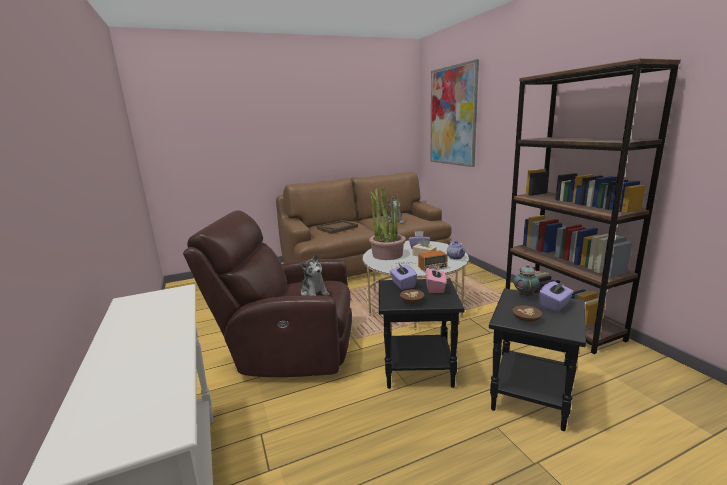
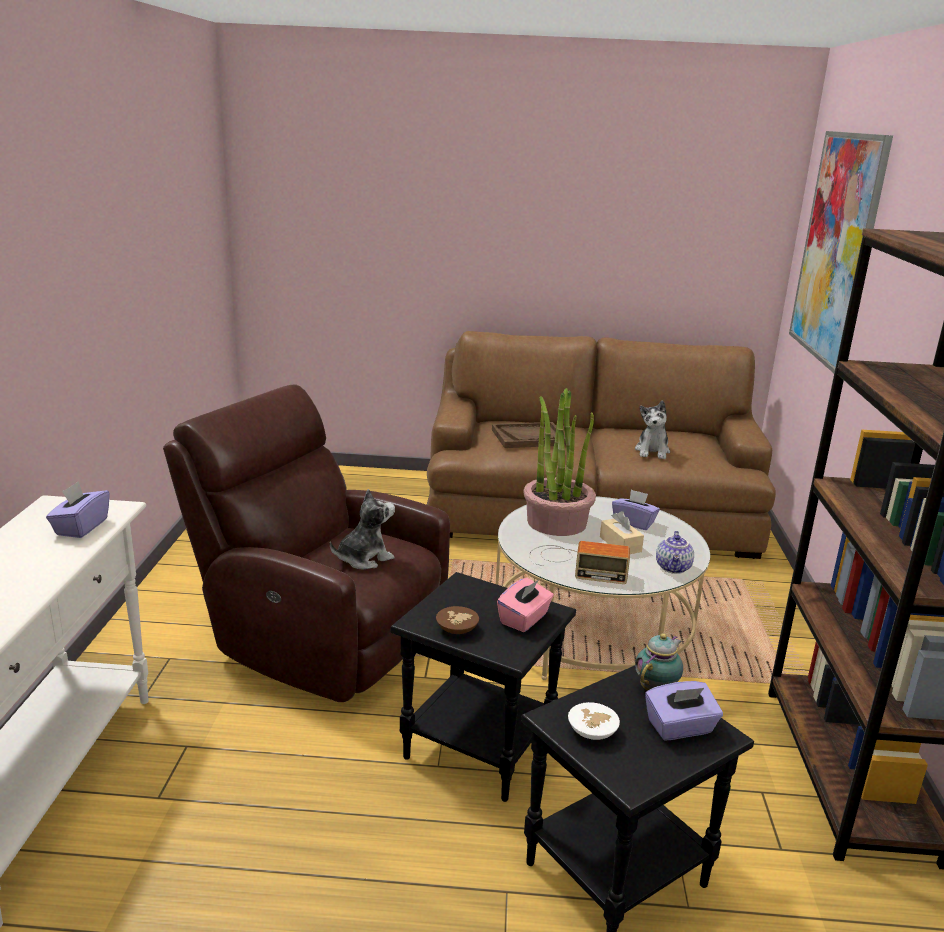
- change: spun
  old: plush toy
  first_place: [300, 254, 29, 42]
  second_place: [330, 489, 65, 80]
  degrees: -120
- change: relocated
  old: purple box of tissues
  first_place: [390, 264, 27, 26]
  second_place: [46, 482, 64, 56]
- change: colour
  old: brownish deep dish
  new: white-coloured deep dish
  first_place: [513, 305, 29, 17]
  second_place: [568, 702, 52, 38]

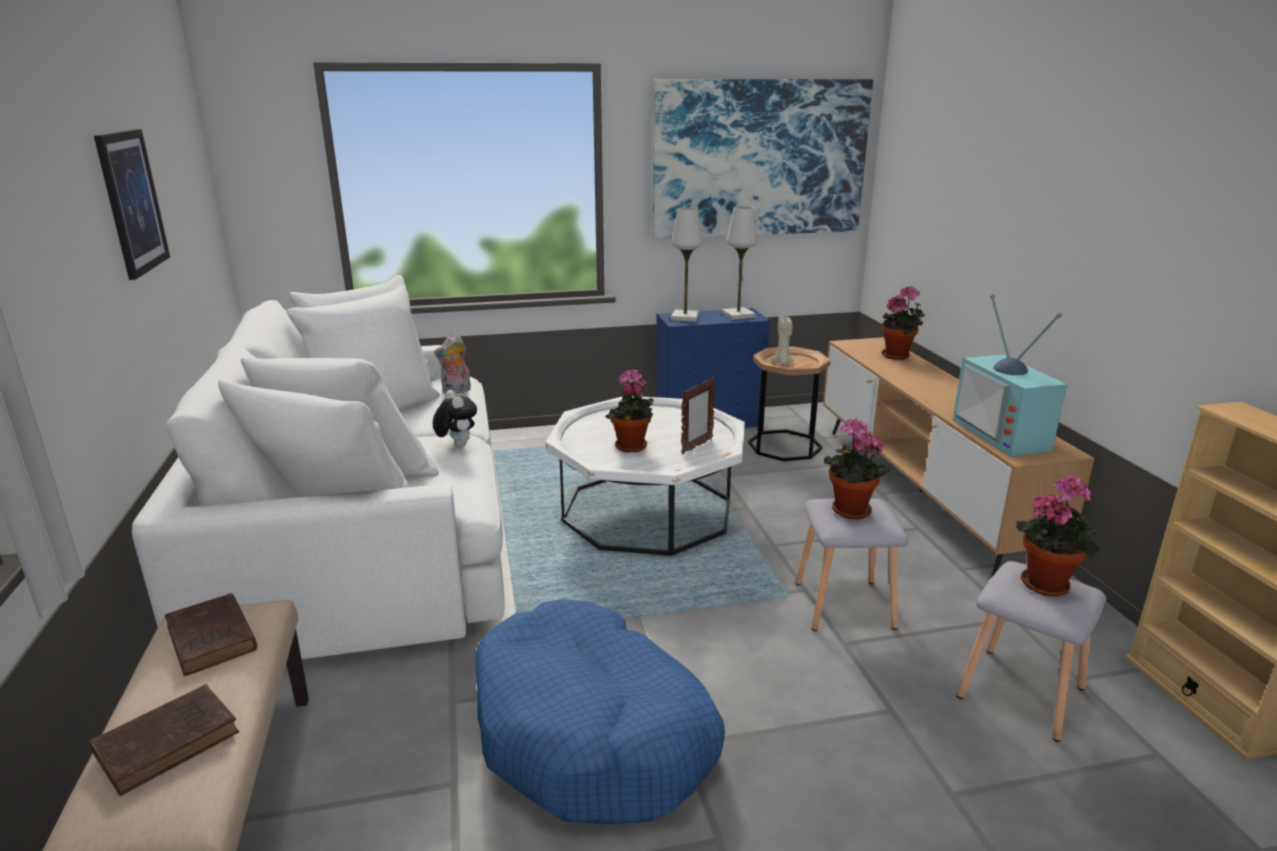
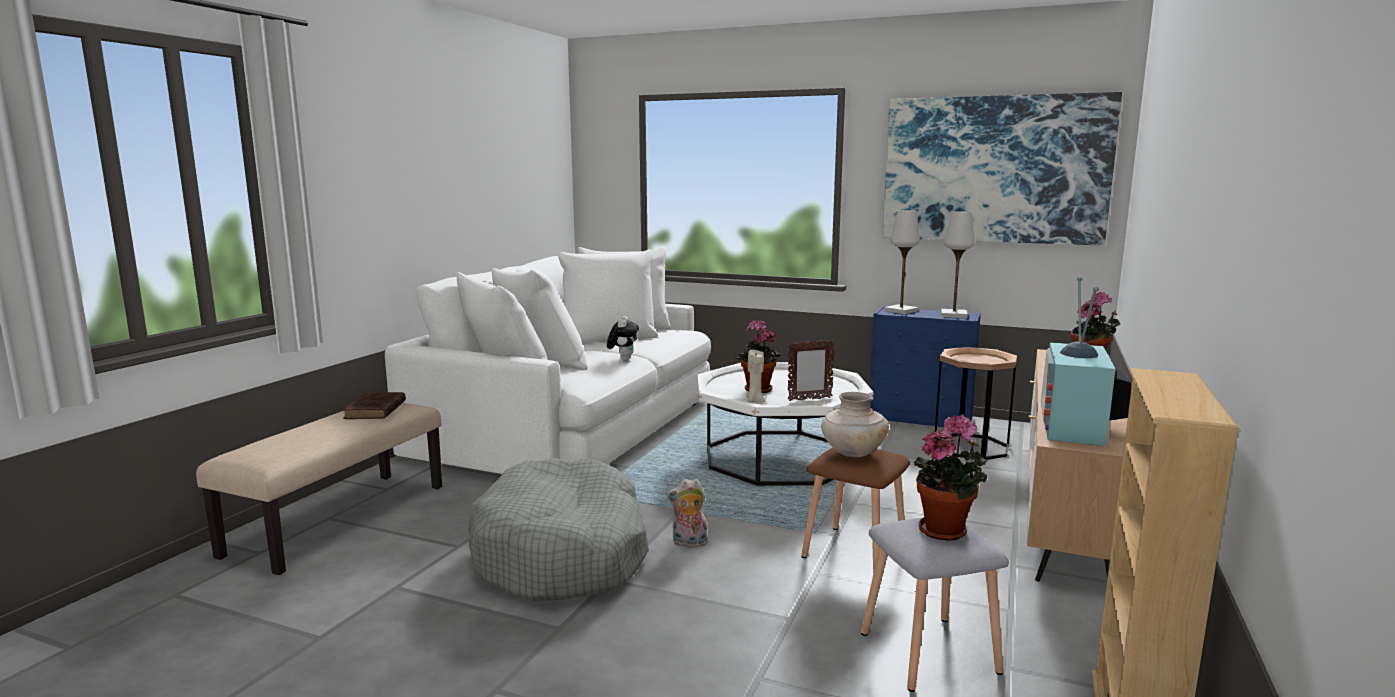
- change: missing
  old: wall picture
  first_place: [94, 129, 76, 151]
- change: relocated
  old: beige candle
  first_place: [771, 316, 23, 49]
  second_place: [746, 350, 19, 53]
- change: relocated
  old: plush toy
  first_place: [434, 335, 37, 59]
  second_place: [666, 479, 42, 68]
- change: exchanged
  old: potted plant
  new: beige vase
  first_place: [823, 419, 67, 100]
  second_place: [821, 392, 68, 65]
- change: colour
  old: grey stool seat
  new: brownish stool seat
  first_place: [795, 498, 114, 133]
  second_place: [801, 447, 109, 126]
- change: colour
  old: bluish dog cushion
  new: grey dog cushion
  first_place: [476, 599, 249, 225]
  second_place: [468, 458, 181, 143]
- change: missing
  old: brownish volume
  first_place: [89, 684, 150, 112]

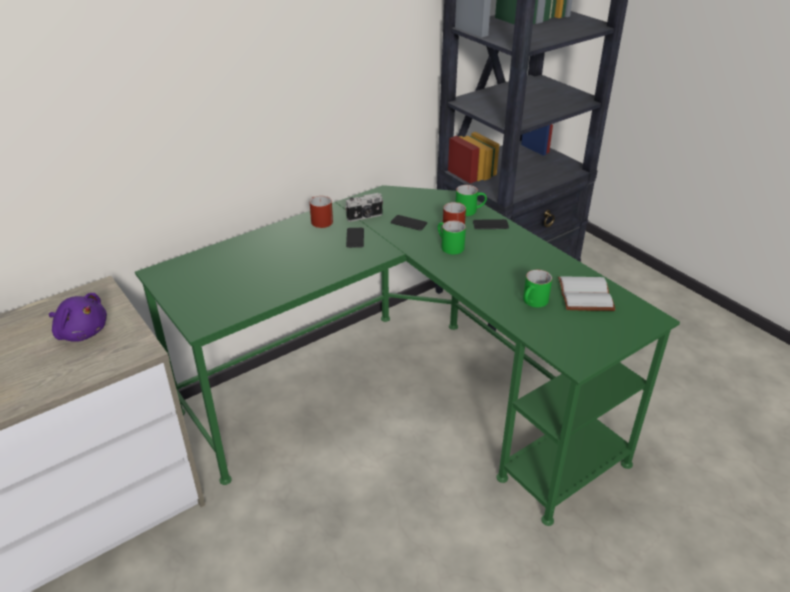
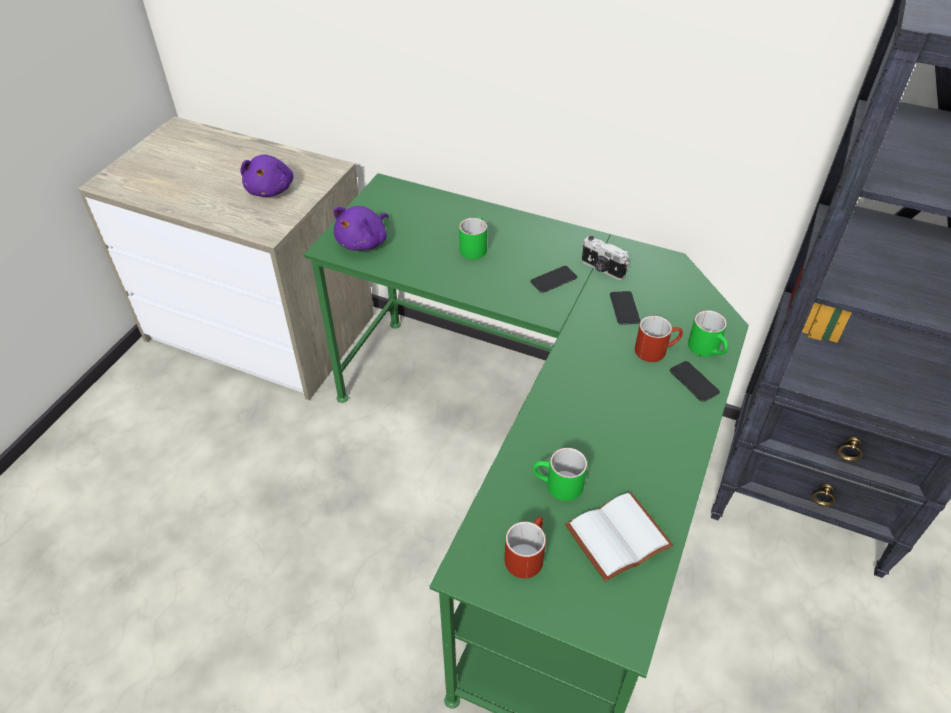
- change: relocated
  old: red-coloured tea mug
  first_place: [310, 196, 23, 32]
  second_place: [504, 517, 42, 62]
- change: relocated
  old: greenish tea mug
  first_place: [438, 220, 28, 34]
  second_place: [459, 217, 28, 42]
- change: appeared
  new: purple plush toy
  second_place: [334, 206, 54, 45]

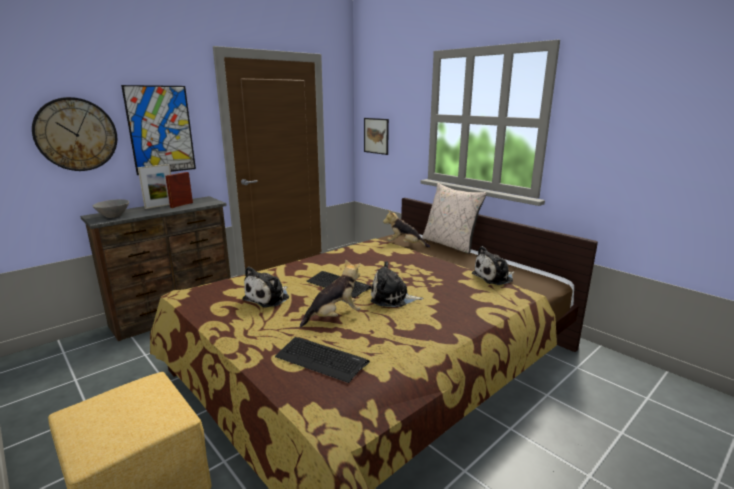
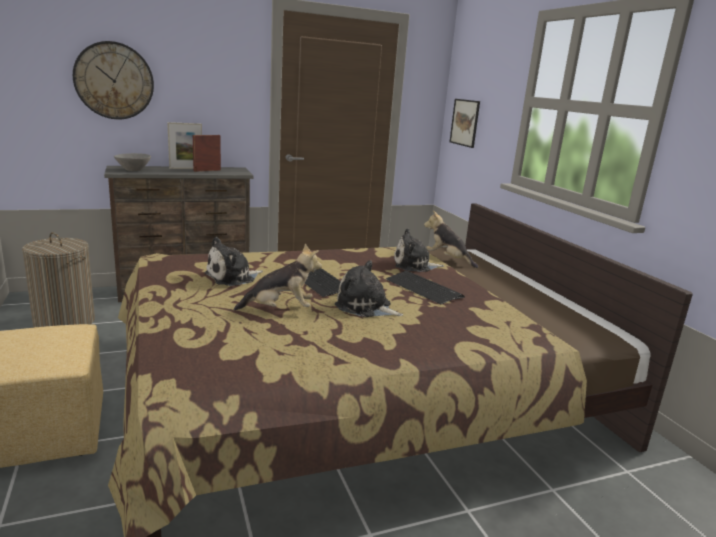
- change: missing
  old: wall picture
  first_place: [121, 85, 75, 90]
- change: missing
  old: beige throw pillow
  first_place: [422, 183, 65, 71]
- change: relocated
  old: plush toy
  first_place: [471, 246, 43, 39]
  second_place: [394, 229, 50, 43]
- change: relocated
  old: keyboard
  first_place: [275, 337, 95, 46]
  second_place: [386, 271, 79, 33]
- change: appeared
  new: washing basket
  second_place: [22, 232, 73, 96]

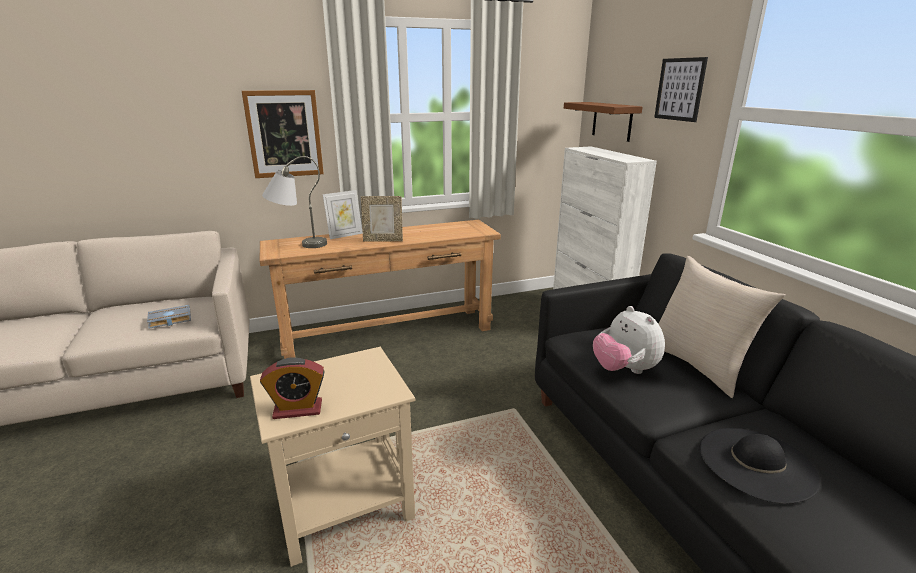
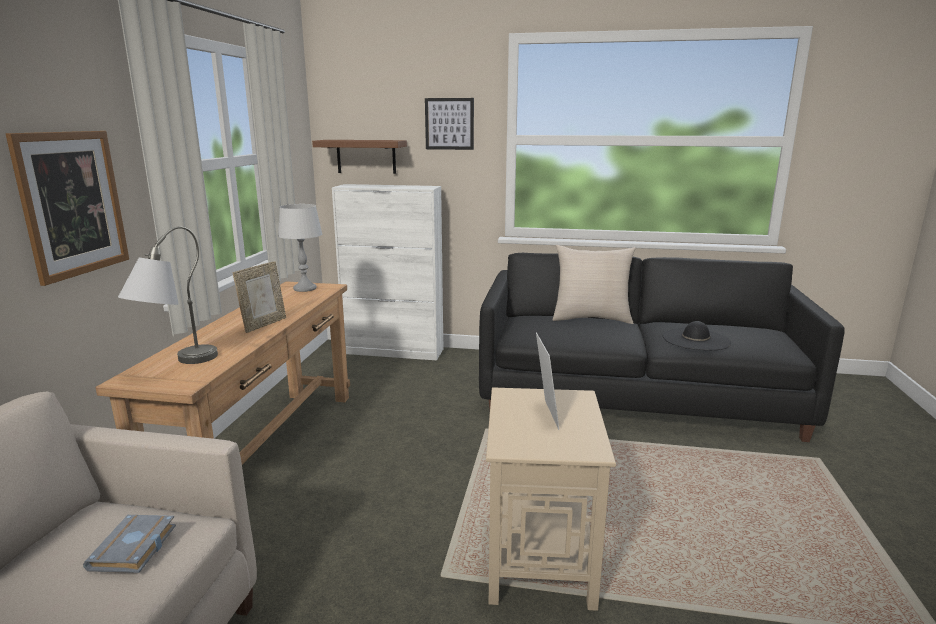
- change: relocated
  old: standing frame
  first_place: [323, 190, 40, 49]
  second_place: [536, 332, 23, 98]
- change: missing
  old: plush toy
  first_place: [593, 306, 72, 68]
- change: missing
  old: bedside clock
  first_place: [260, 357, 65, 62]
- change: appeared
  new: grey tabletop lamp
  second_place: [278, 204, 44, 88]

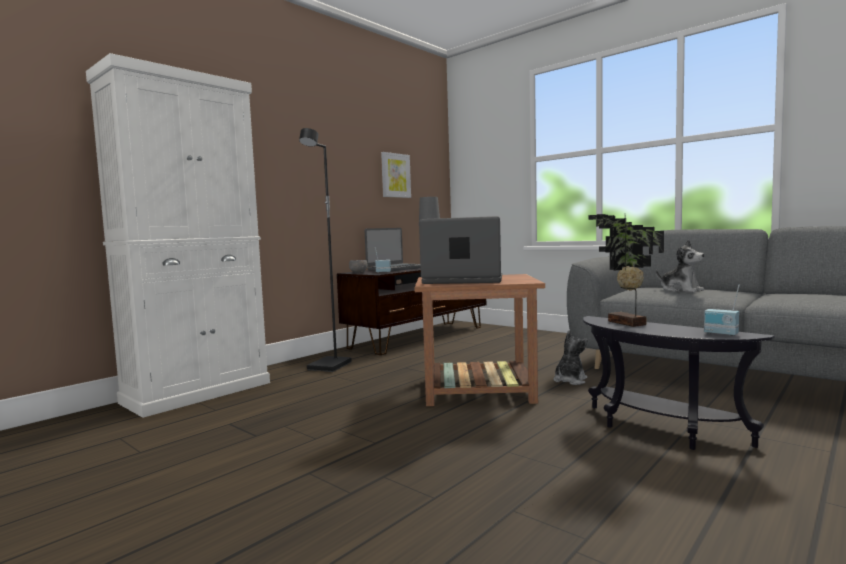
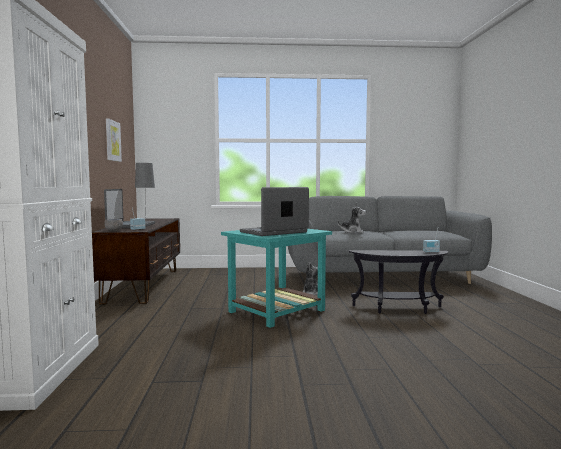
- change: missing
  old: blackish floor lamp
  first_place: [299, 128, 53, 244]
- change: missing
  old: potted plant
  first_place: [588, 214, 76, 113]
- change: colour
  old: brownish accent table
  new: blue-green accent table
  first_place: [414, 274, 131, 132]
  second_place: [221, 229, 111, 99]

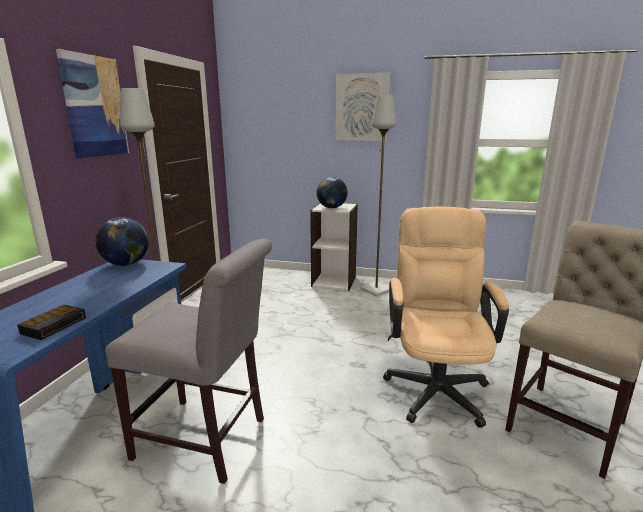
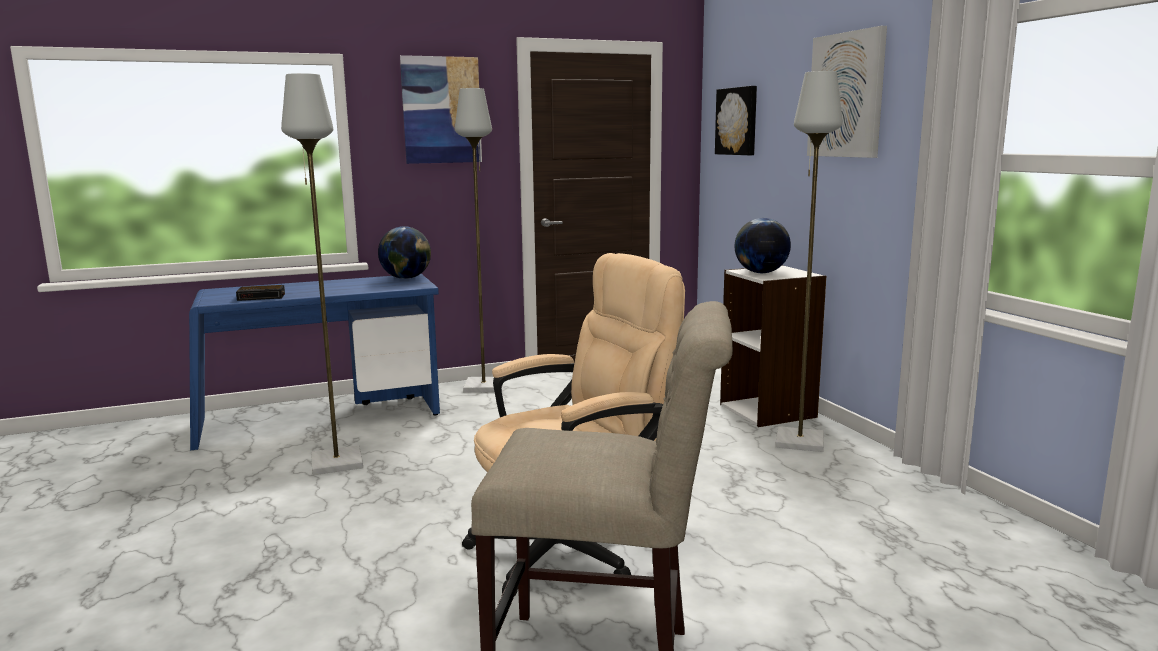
- change: exchanged
  old: grey plain chair
  new: grey floor lamp
  first_place: [105, 239, 167, 245]
  second_place: [281, 73, 82, 402]
- change: appeared
  new: wall picture
  second_place: [715, 86, 42, 69]

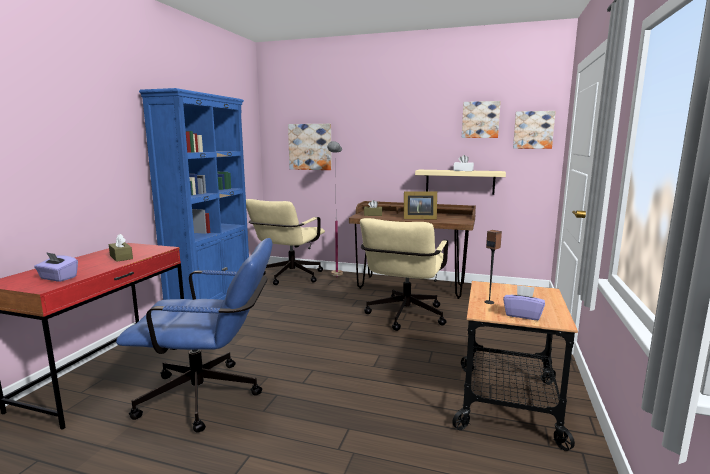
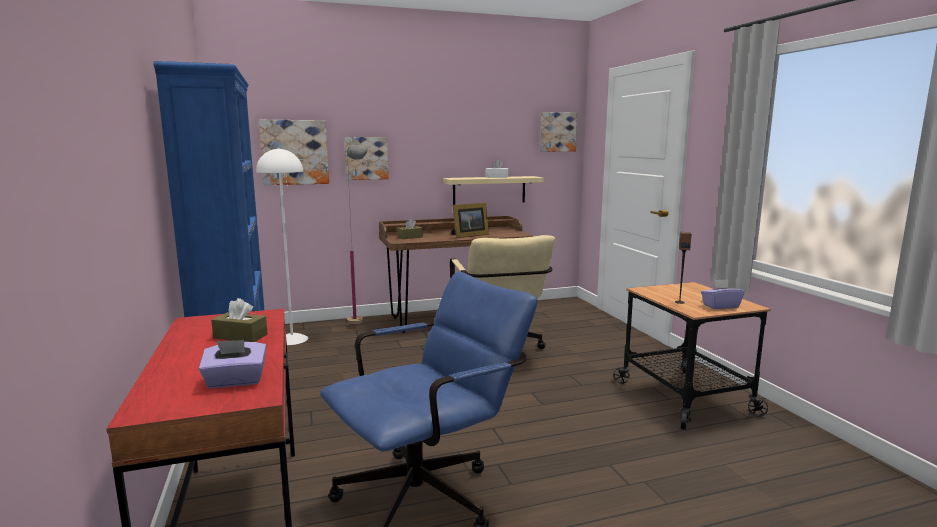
- change: relocated
  old: wall picture
  first_place: [462, 101, 39, 37]
  second_place: [344, 137, 45, 43]
- change: exchanged
  old: beige computer chair
  new: white-coloured floor lamp
  first_place: [246, 199, 79, 86]
  second_place: [256, 148, 52, 197]

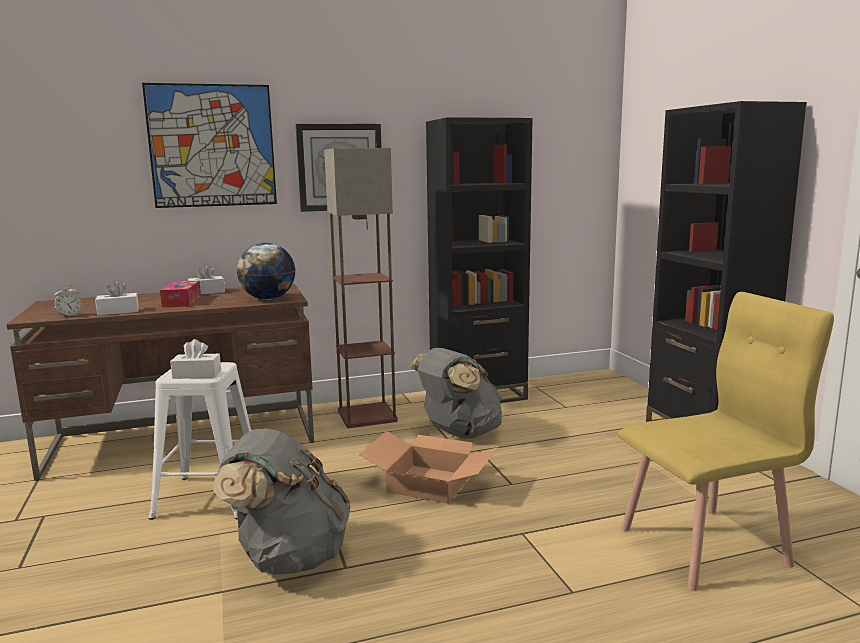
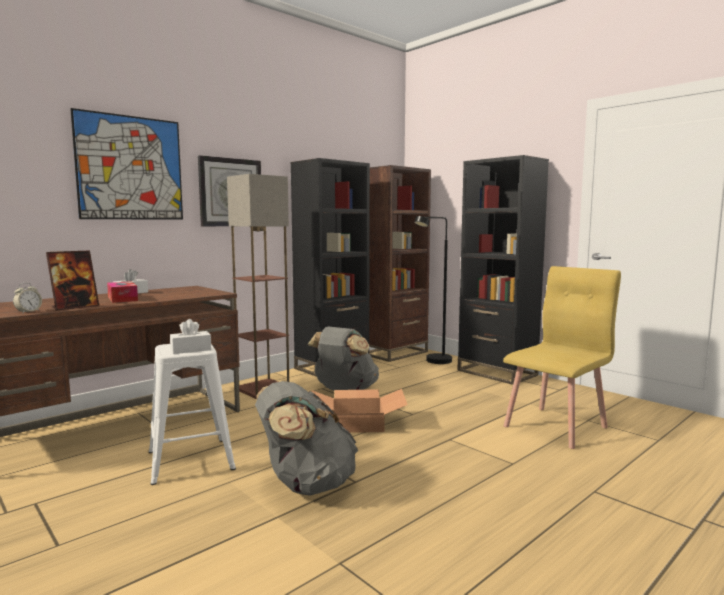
- change: missing
  old: world globe
  first_place: [237, 243, 59, 57]
- change: exchanged
  old: white-coloured box of tissues
  new: standing frame
  first_place: [95, 281, 44, 34]
  second_place: [46, 250, 53, 60]
- change: appeared
  new: brownish shelving unit
  second_place: [369, 165, 62, 197]
- change: appeared
  new: blackish floor lamp
  second_place: [414, 216, 38, 148]

